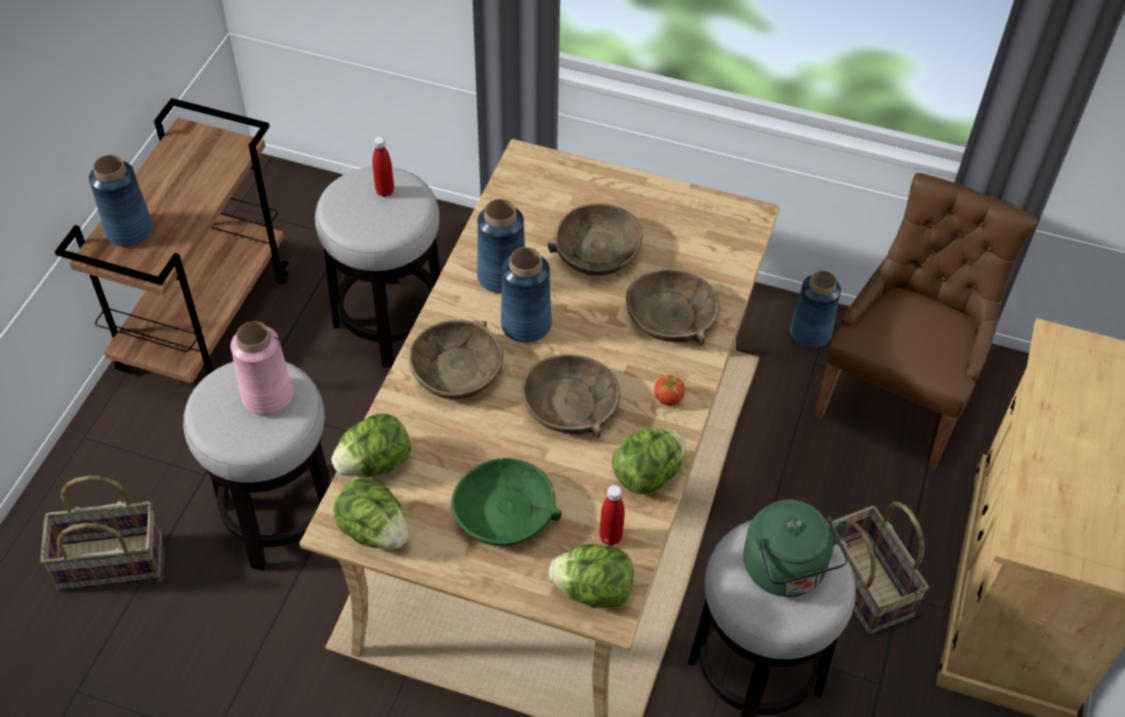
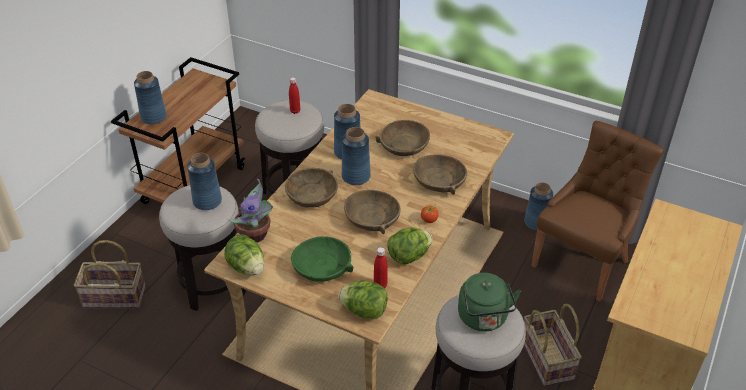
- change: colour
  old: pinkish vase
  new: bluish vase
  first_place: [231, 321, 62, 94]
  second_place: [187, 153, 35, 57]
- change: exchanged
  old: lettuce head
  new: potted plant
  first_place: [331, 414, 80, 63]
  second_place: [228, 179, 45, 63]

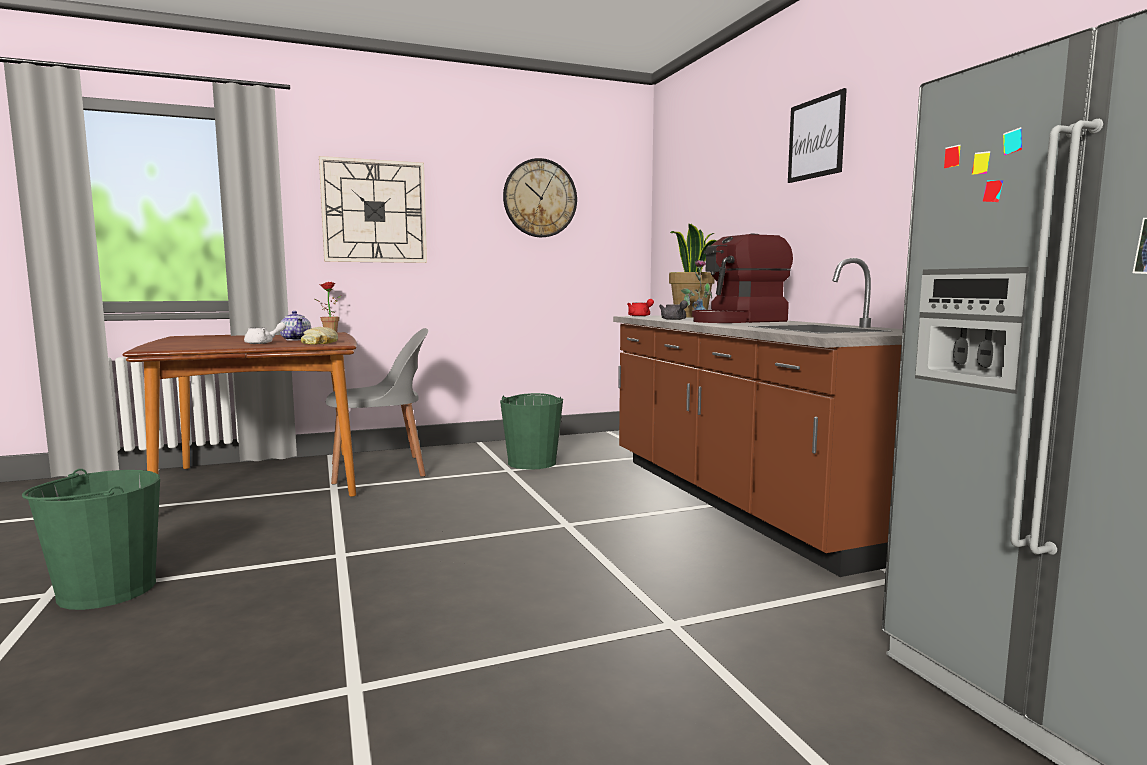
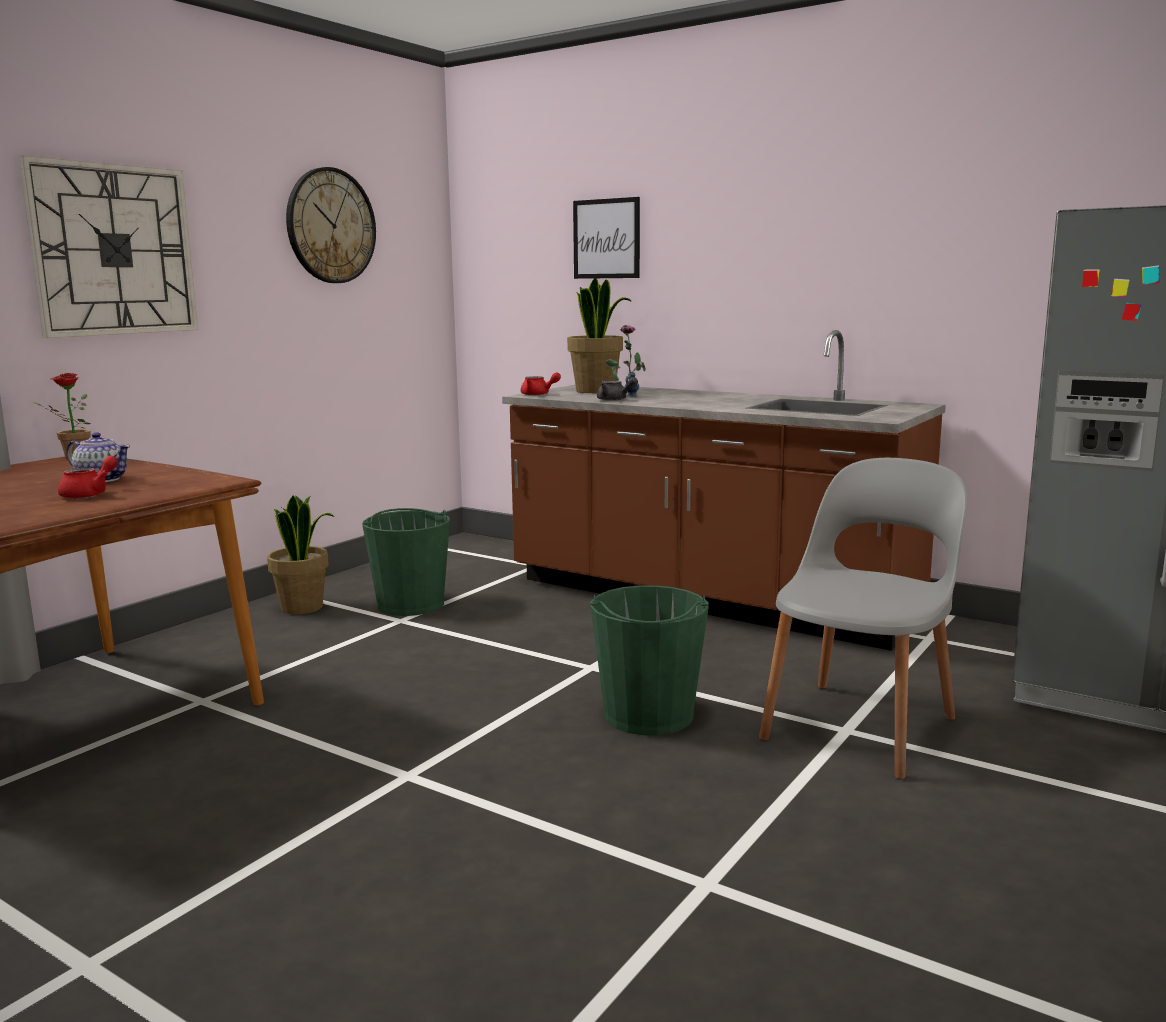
- change: relocated
  old: wall picture
  first_place: [788, 88, 59, 95]
  second_place: [573, 197, 67, 82]
- change: missing
  old: coffee maker
  first_place: [692, 234, 101, 89]
- change: colour
  old: white-coloured tea pot
  new: red-coloured tea pot
  first_place: [244, 322, 42, 22]
  second_place: [58, 456, 60, 43]
- change: missing
  old: bakery bread
  first_place: [301, 327, 37, 17]
- change: relocated
  old: grey plain chair
  first_place: [326, 328, 102, 157]
  second_place: [759, 458, 209, 321]
- change: relocated
  old: greenish water bucket
  first_place: [22, 469, 138, 141]
  second_place: [590, 585, 119, 150]
- change: appeared
  new: potted plant
  second_place: [267, 495, 67, 120]

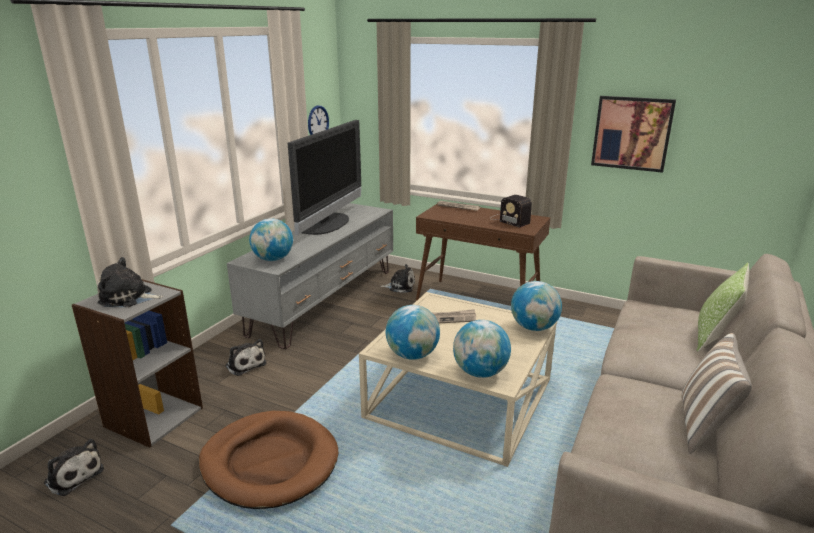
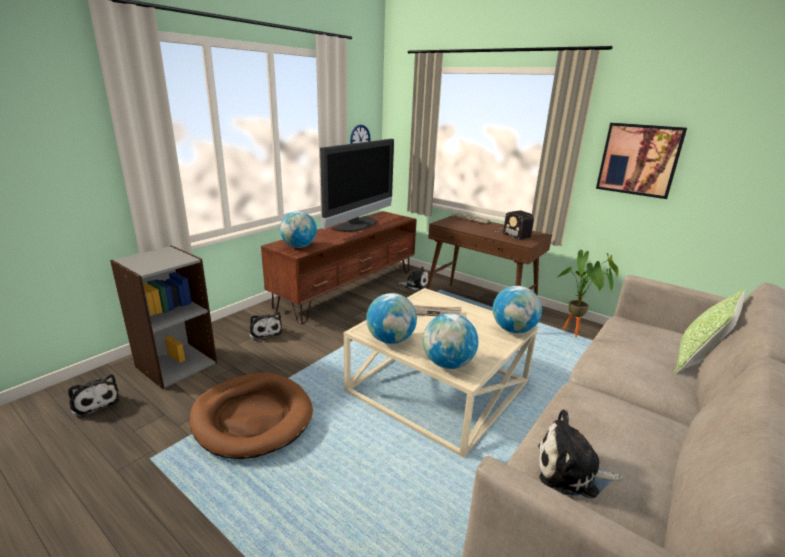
- change: colour
  old: grey media console
  new: brownish media console
  first_place: [227, 203, 166, 146]
  second_place: [261, 211, 156, 113]
- change: relocated
  old: plush toy
  first_place: [97, 257, 67, 50]
  second_place: [538, 410, 85, 88]
- change: missing
  old: throw pillow
  first_place: [682, 333, 70, 121]
- change: appeared
  new: potted plant
  second_place: [556, 250, 62, 87]

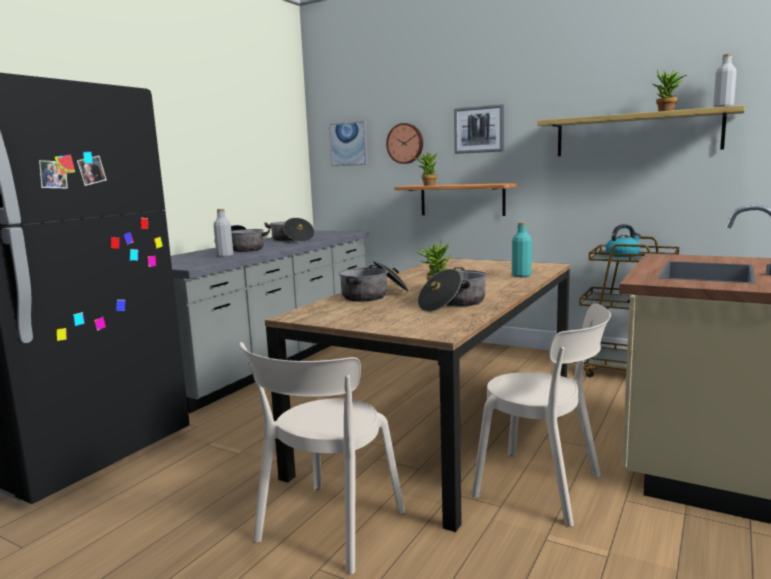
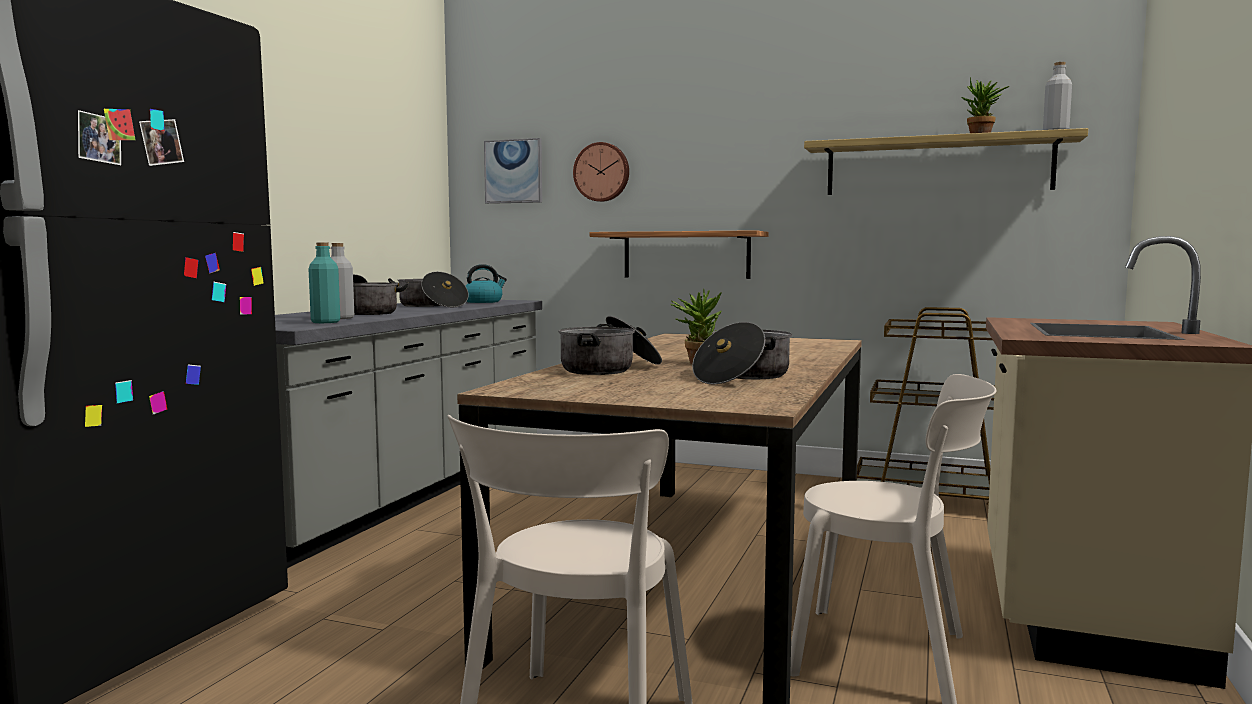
- change: missing
  old: wall picture
  first_place: [454, 104, 50, 50]
- change: missing
  old: potted plant
  first_place: [414, 152, 24, 34]
- change: relocated
  old: blue-green drink bottle
  first_place: [512, 222, 20, 55]
  second_place: [309, 242, 31, 81]
- change: relocated
  old: water kettle
  first_place: [605, 224, 36, 33]
  second_place: [466, 264, 41, 39]

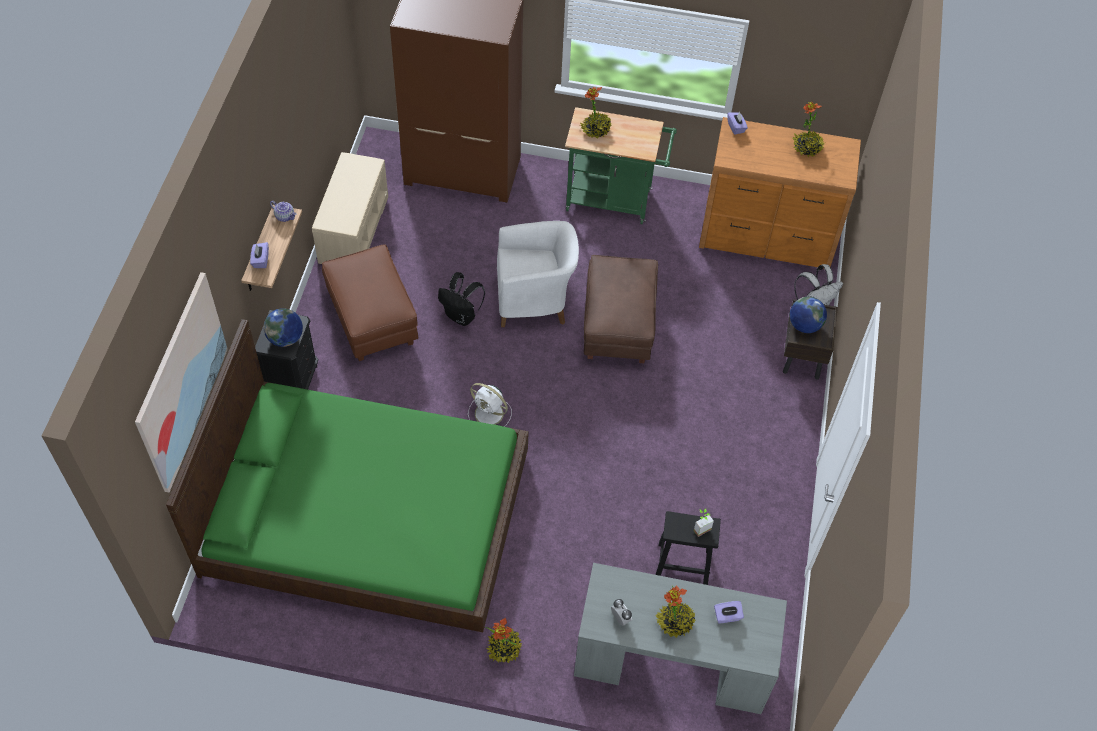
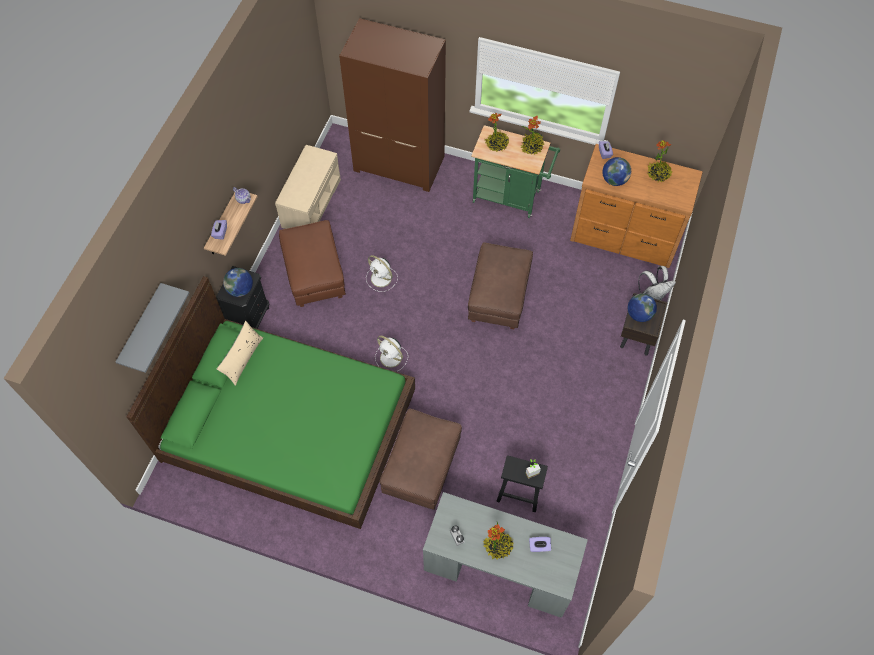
- change: missing
  old: white-coloured lounge chair
  first_place: [497, 221, 82, 106]
- change: exchanged
  old: wall picture
  new: grey shelf
  first_place: [135, 272, 93, 220]
  second_place: [116, 283, 73, 90]
- change: exchanged
  old: blackish rucksack
  new: white-coloured fan
  first_place: [438, 272, 47, 54]
  second_place: [366, 255, 32, 37]
- change: relocated
  old: potted plant
  first_place: [485, 618, 37, 45]
  second_place: [521, 116, 23, 39]
- change: appeared
  new: world globe
  second_place: [602, 157, 29, 29]
- change: appeared
  new: beige throw pillow
  second_place: [217, 321, 46, 65]
- change: appeared
  new: brownish footrest
  second_place: [380, 409, 82, 101]

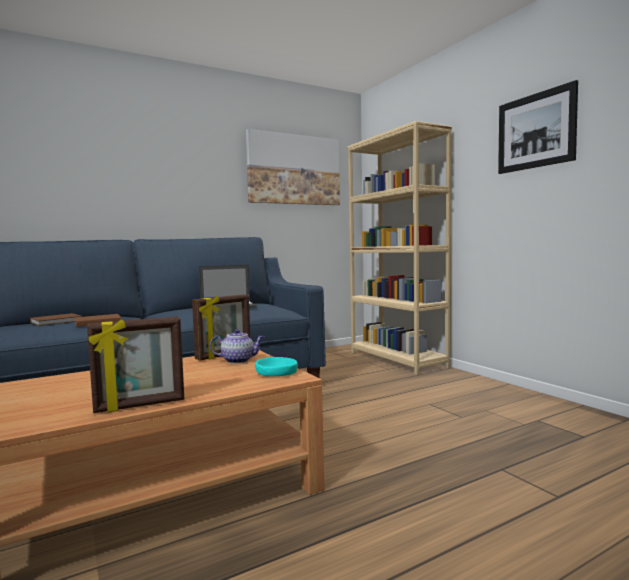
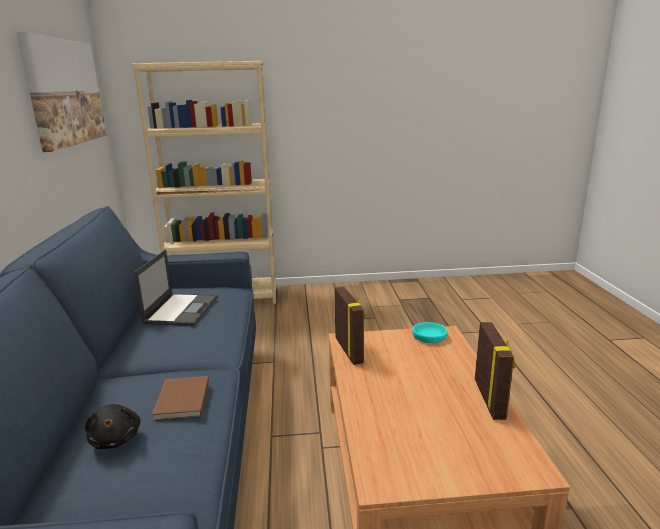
- change: missing
  old: wall picture
  first_place: [498, 80, 80, 94]
- change: exchanged
  old: brownish volume
  new: blackish plush toy
  first_place: [30, 313, 51, 13]
  second_place: [85, 404, 56, 45]
- change: missing
  old: tea pot
  first_place: [210, 329, 54, 35]

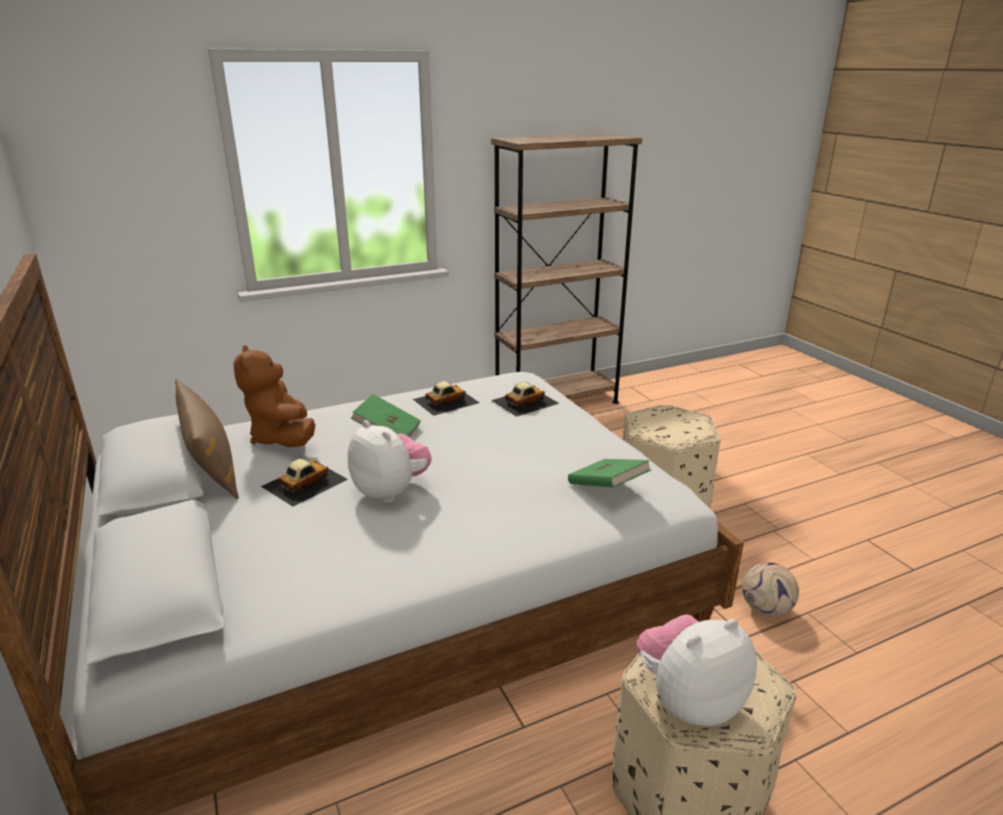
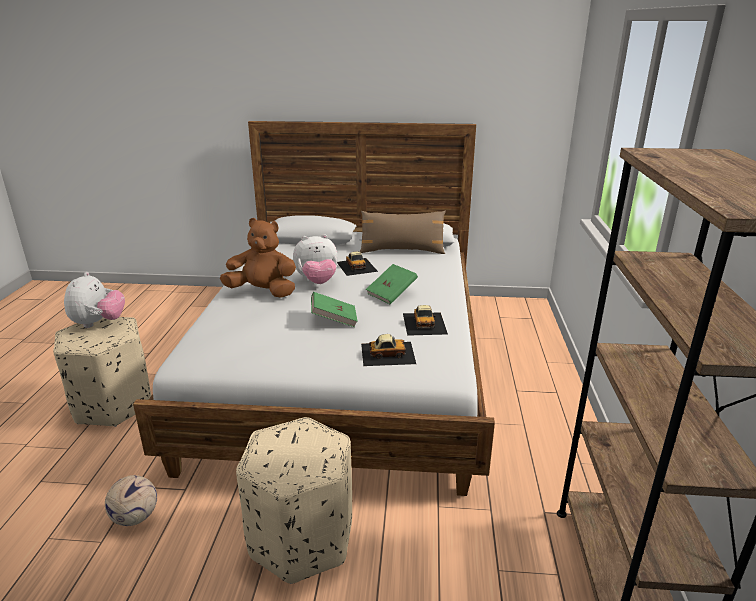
- change: relocated
  old: brownish plush toy
  first_place: [233, 345, 82, 102]
  second_place: [220, 218, 76, 80]
- change: spun
  old: miniature car
  first_place: [491, 382, 68, 35]
  second_place: [361, 334, 55, 32]
  degrees: -90
- change: relocated
  old: greenish volume
  first_place: [568, 459, 83, 28]
  second_place: [311, 292, 47, 35]

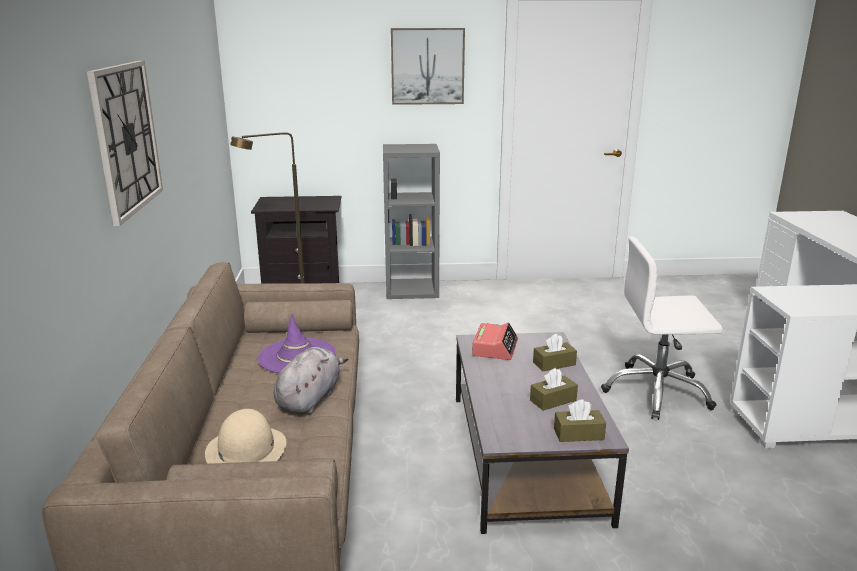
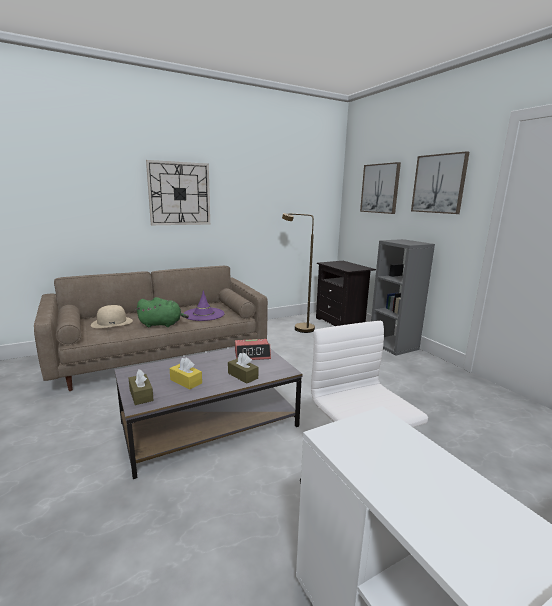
- change: colour
  old: grey plush toy
  new: greenish plush toy
  first_place: [274, 347, 74, 67]
  second_place: [136, 297, 53, 30]
- change: colour
  old: brownish box of tissues
  new: yellow-coloured box of tissues
  first_place: [530, 368, 48, 43]
  second_place: [170, 357, 32, 33]
- change: appeared
  new: wall picture
  second_place: [360, 162, 41, 52]

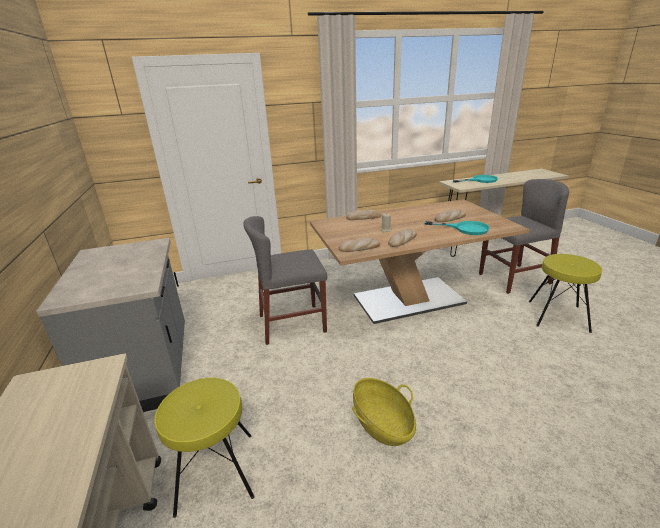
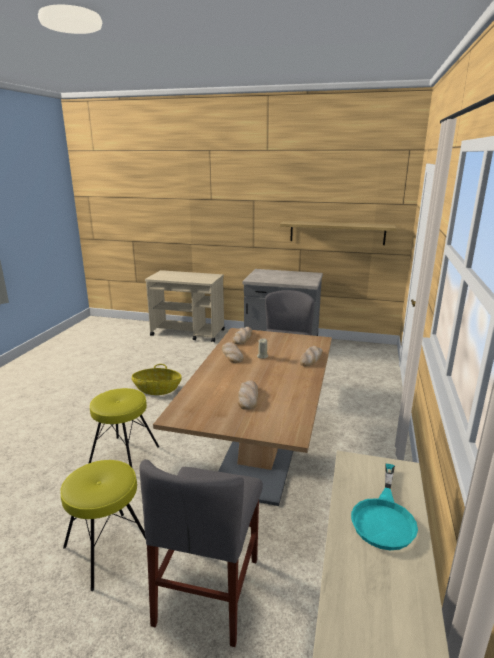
- change: missing
  old: blue-green frying pan
  first_place: [425, 221, 65, 14]
- change: relocated
  old: yellow-coloured stool seat
  first_place: [154, 377, 101, 141]
  second_place: [88, 388, 71, 79]
- change: appeared
  new: shelf
  second_place: [280, 221, 116, 24]

